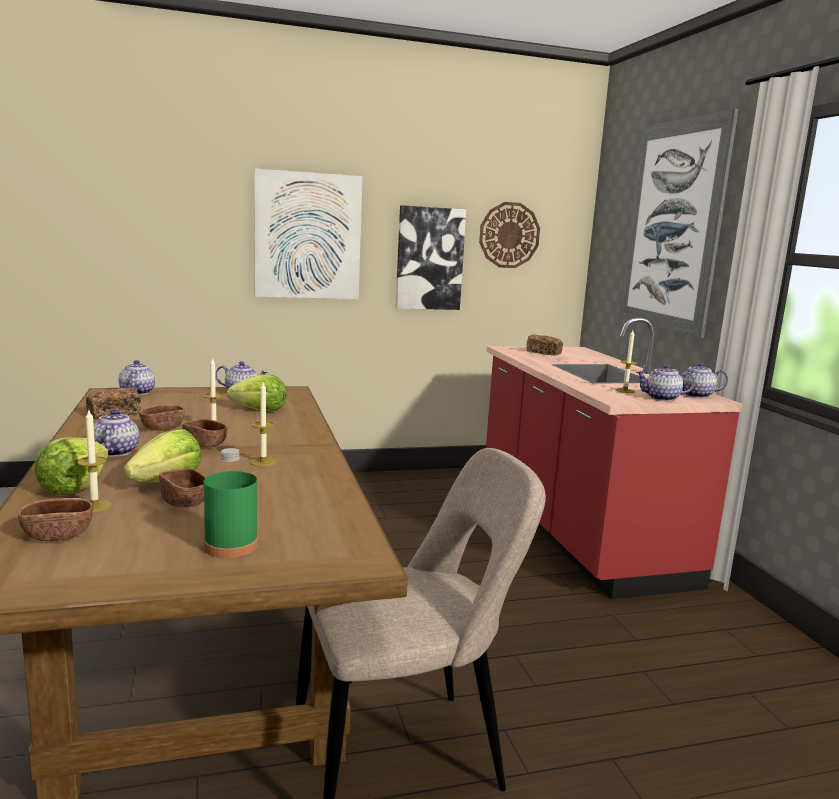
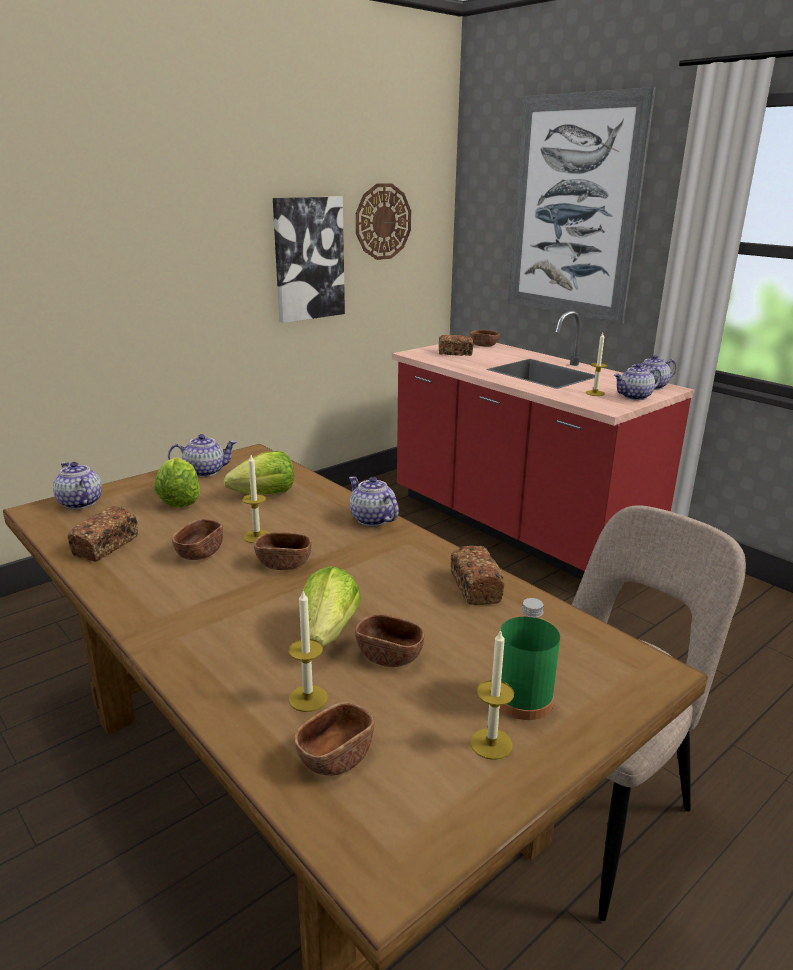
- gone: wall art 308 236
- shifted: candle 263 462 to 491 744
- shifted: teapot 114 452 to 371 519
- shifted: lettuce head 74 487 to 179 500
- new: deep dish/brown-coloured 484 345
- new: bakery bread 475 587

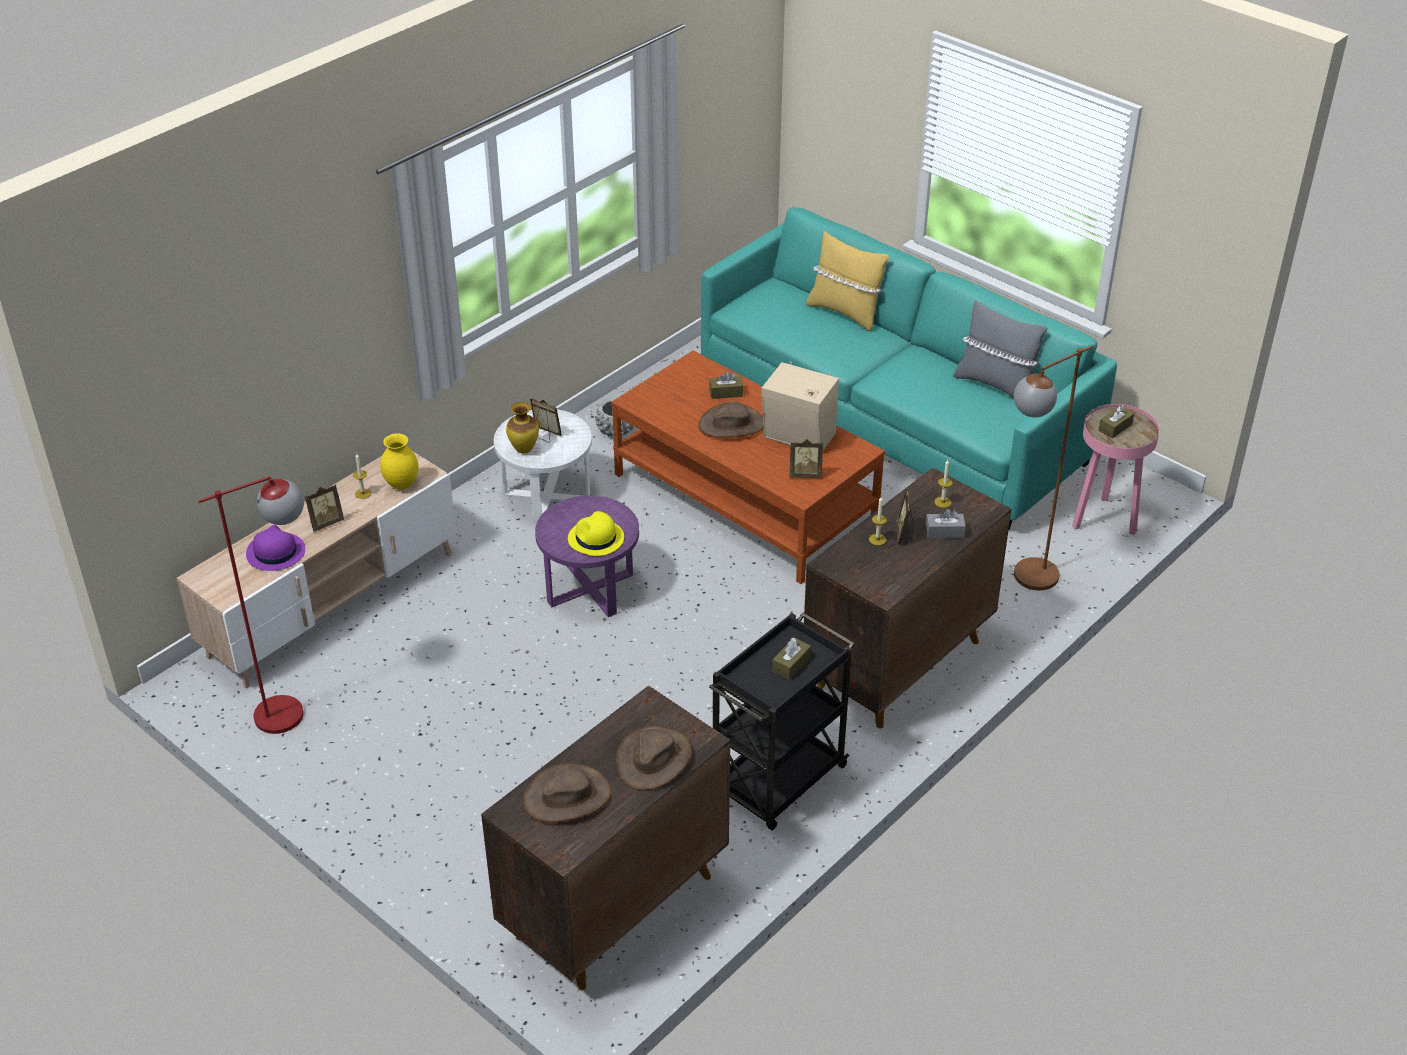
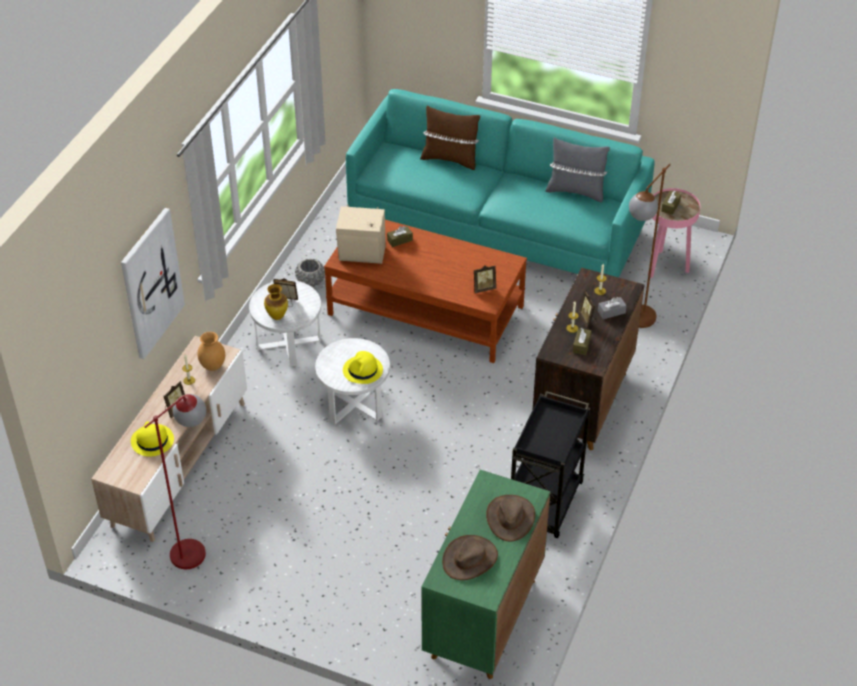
- repainted: cushion/yellow 845 312 to cushion/brown-coloured 450 159
- shifted: loudspeaker/beige 799 438 to 362 255
- gone: clothing hat/brown-coloured 731 425
- repainted: decorative vase/yellow 401 484 to decorative vase/brown-coloured 212 366
- repainted: accent table/purple 590 588 to accent table/whitish 354 403
- repainted: clothing hat/purple 275 552 to clothing hat/yellow 152 441
- shifted: tissue holder/brown-coloured 791 664 to 581 345
- repainted: cabinet/brown-coloured 613 907 to cabinet/green-coloured 483 619
- new: wall art 151 283

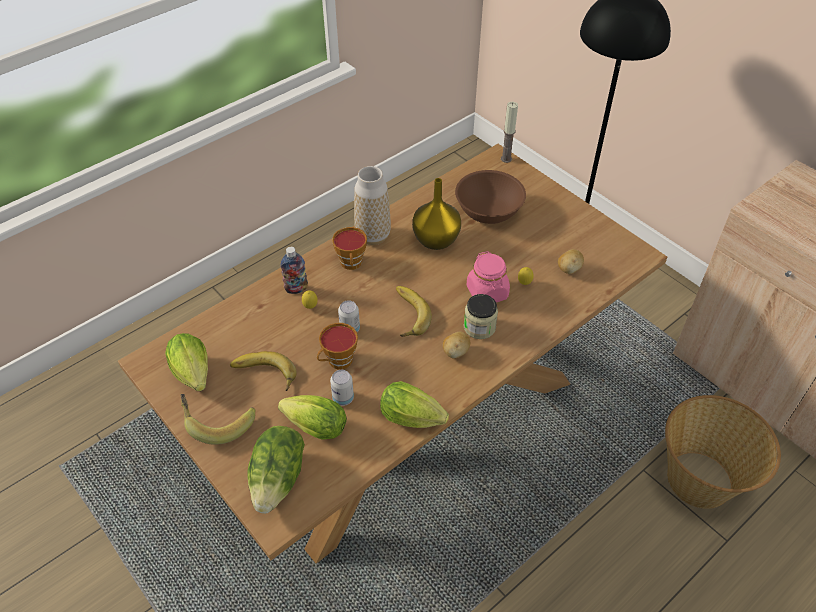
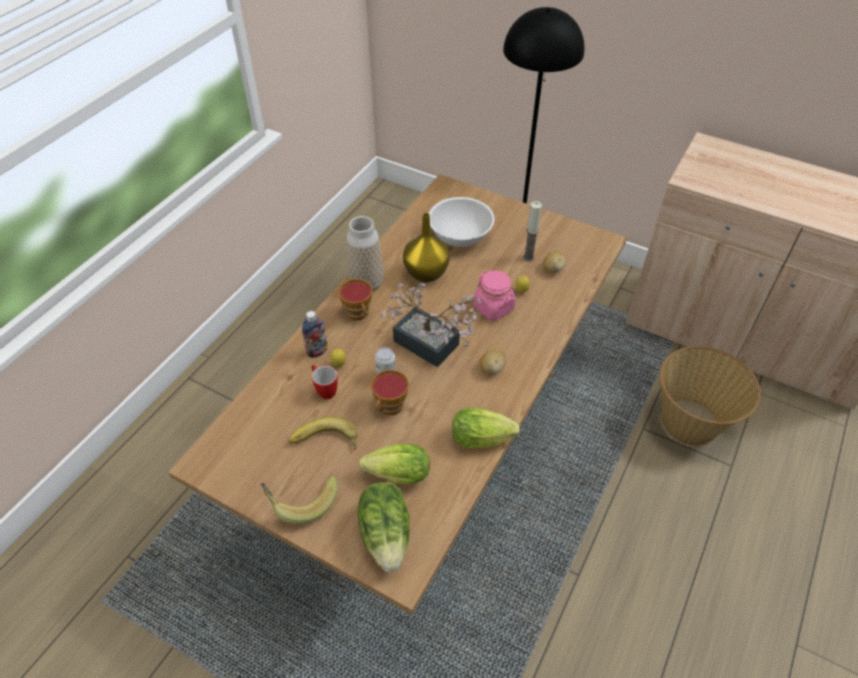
- shifted: candle 506 159 to 528 257
- repainted: deep dish/brown-coloured 489 211 to deep dish/whitish 460 236
- swapped: banana fruit 406 314 to houseplant 432 347
- gone: preserve jar 479 327
- gone: lettuce head 194 376
- gone: can 343 398
- new: coffee mug 324 390

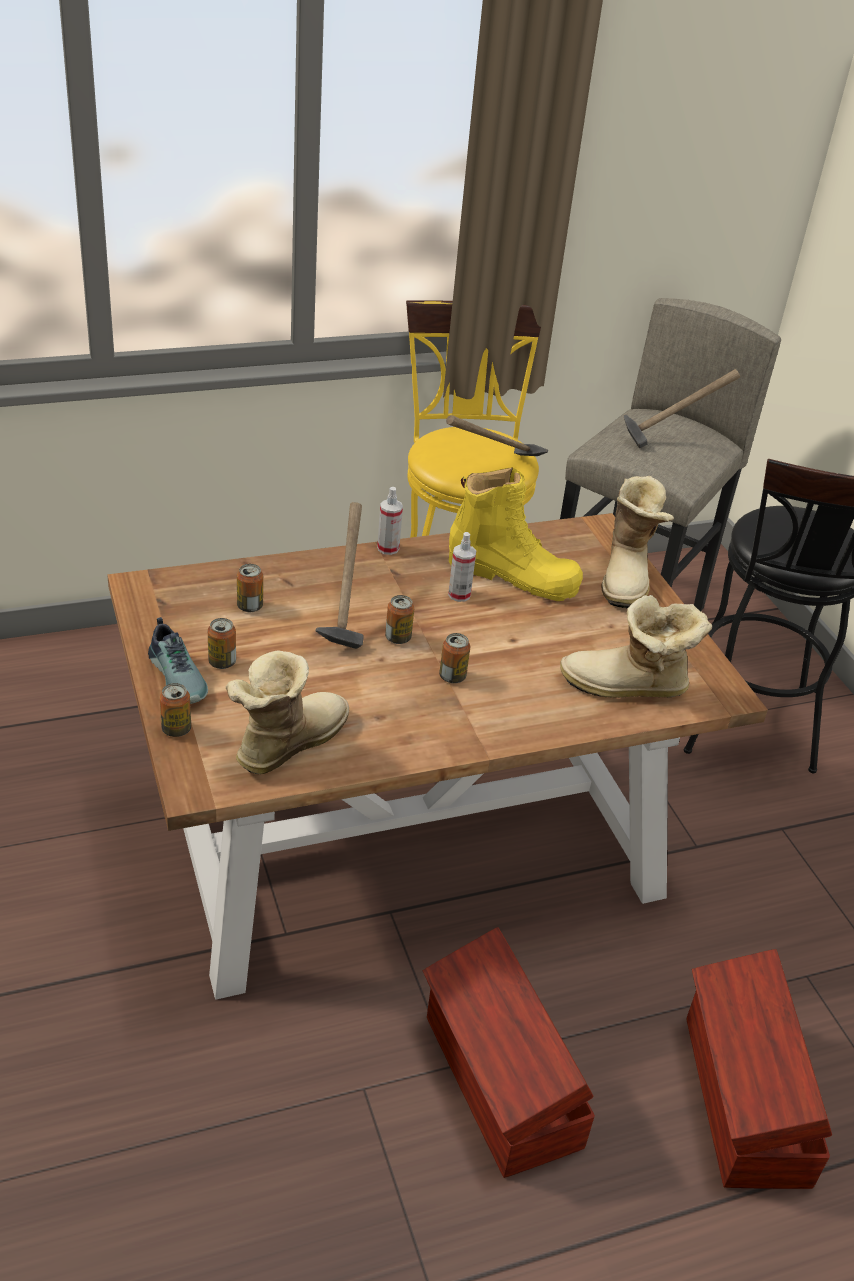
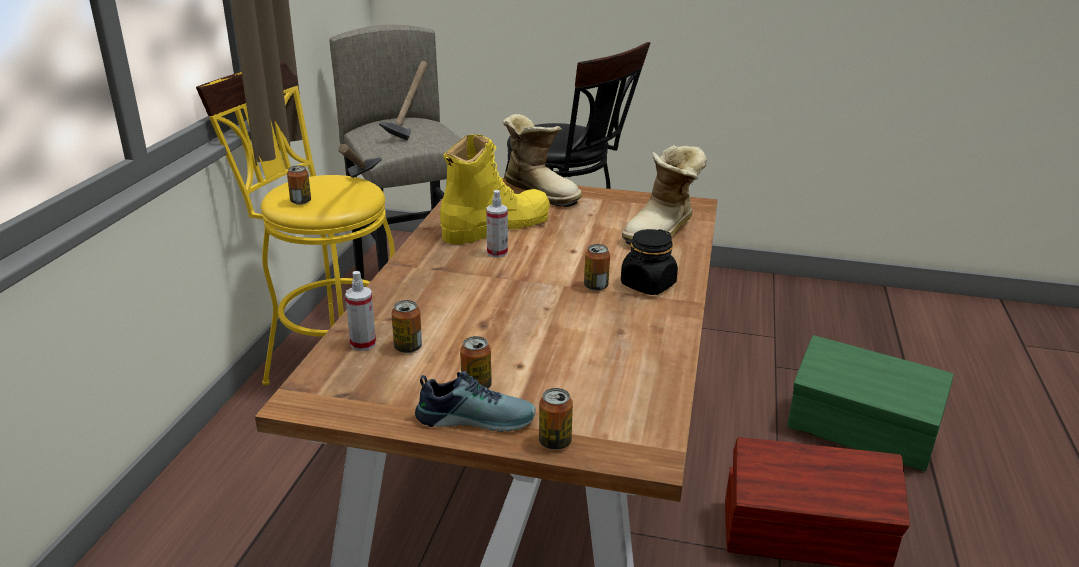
- shifted: sprayer 388 548 to 363 344
- gone: hand hammer 343 615
- shifted: can 398 638 to 301 201
- gone: tall boot 285 742
- repainted: storage container/brown-coloured 743 1101 to storage container/green-coloured 861 434
- new: preserve jar/black-coloured 648 285

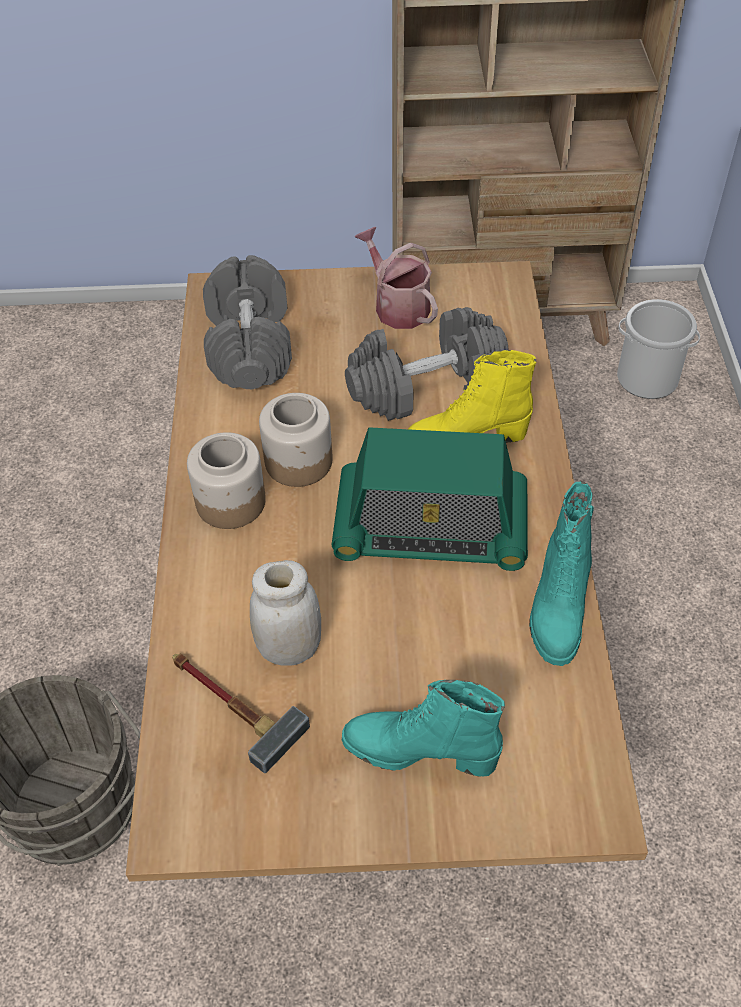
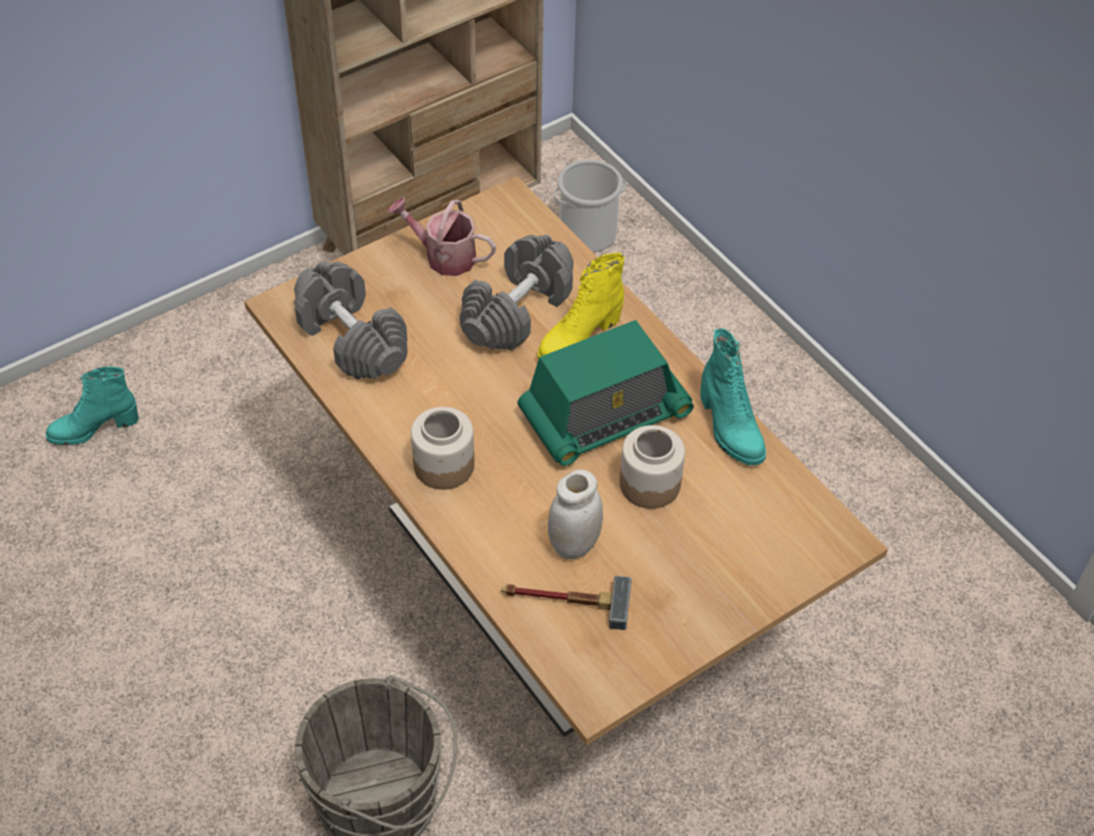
- shifted: preserve jar 299 461 to 650 483
- shifted: tall boot/turquoise-coloured 420 751 to 94 428

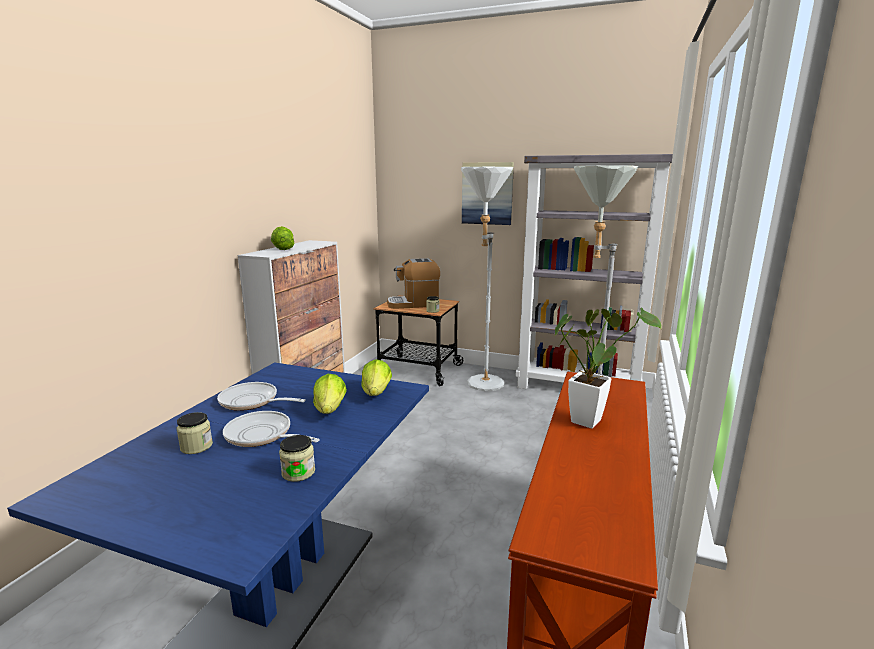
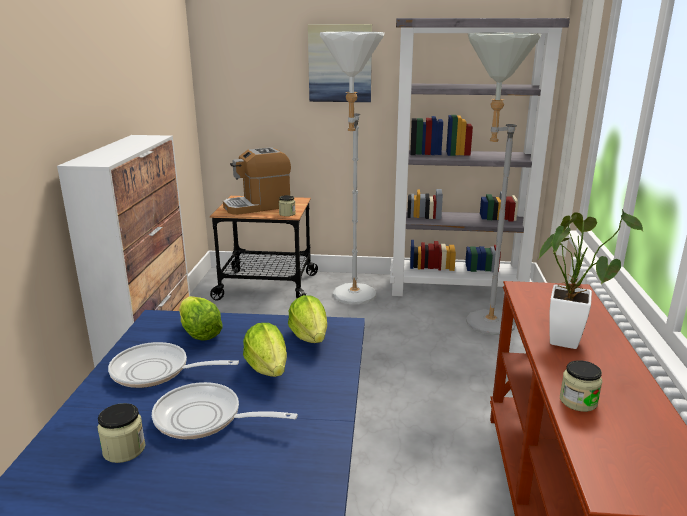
- shifted: lettuce head 283 249 to 199 333
- shifted: preserve jar 298 472 to 578 401

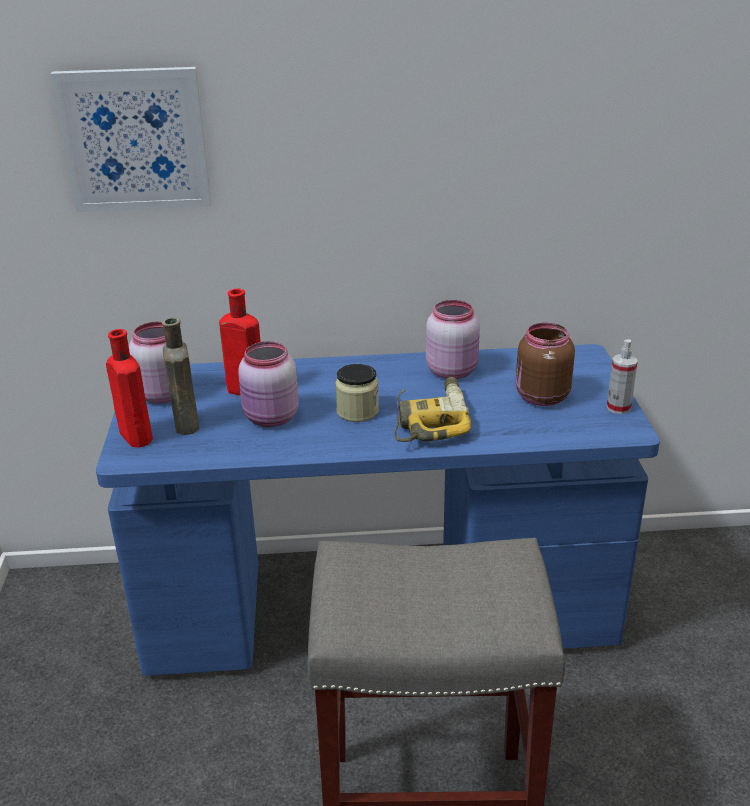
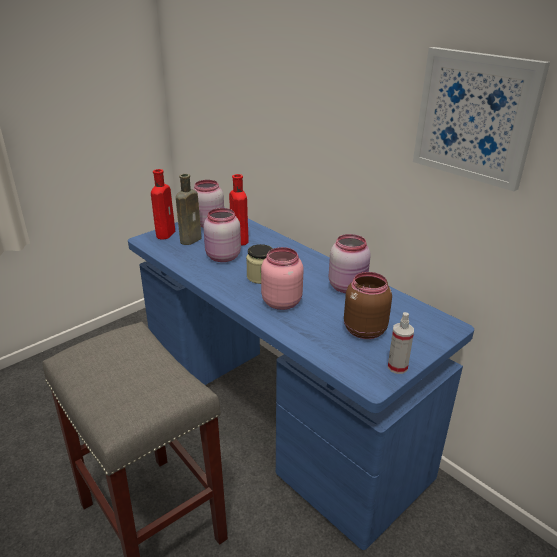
- shifted: wall art 135 140 to 475 117
- swapped: electric drill 429 420 to preserve jar/pinkish 281 301

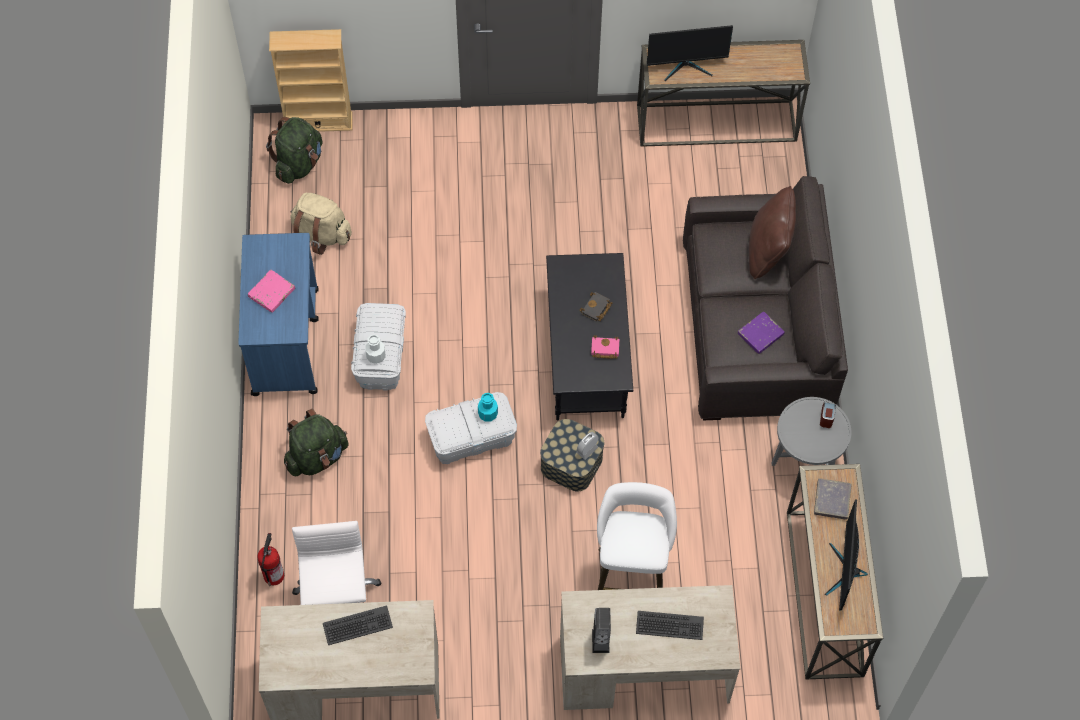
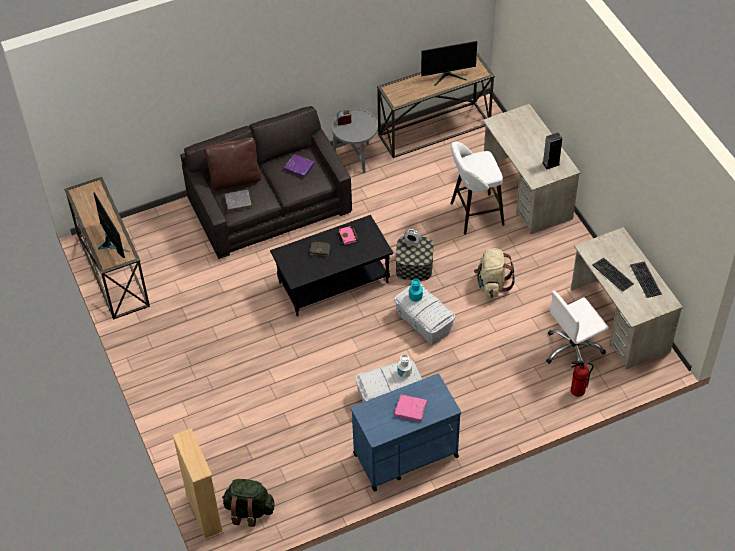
- shifted: knapsack/beige 321 235 to 492 284
- gone: knapsack/green-coloured 317 457
- shifted: book/gray 832 500 to 238 202
- shifted: PC keyboard 669 626 to 646 279

